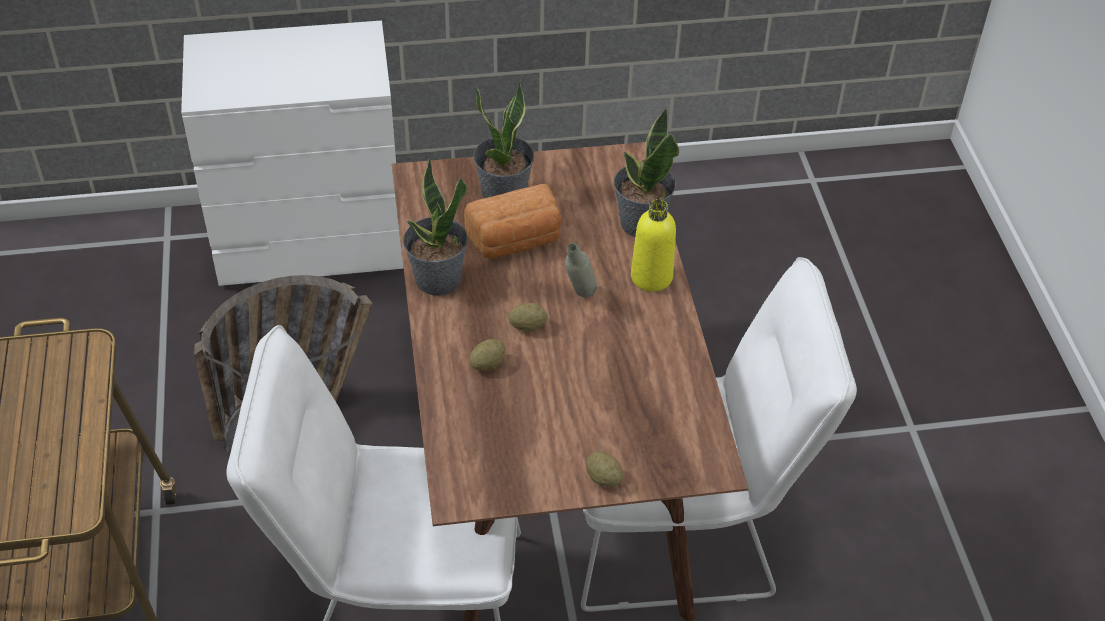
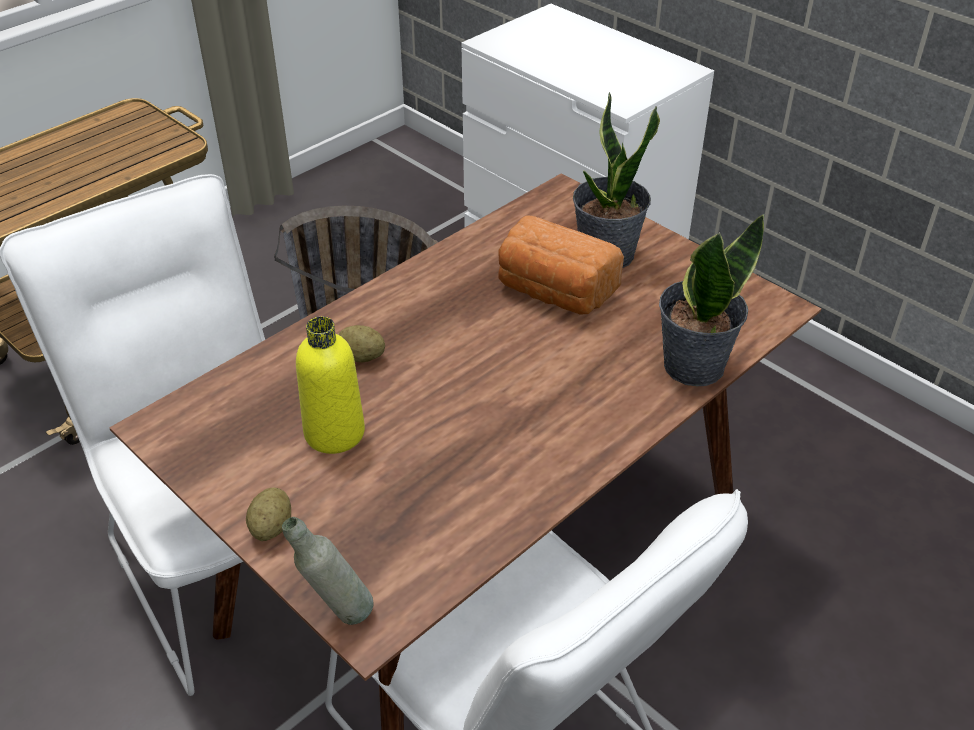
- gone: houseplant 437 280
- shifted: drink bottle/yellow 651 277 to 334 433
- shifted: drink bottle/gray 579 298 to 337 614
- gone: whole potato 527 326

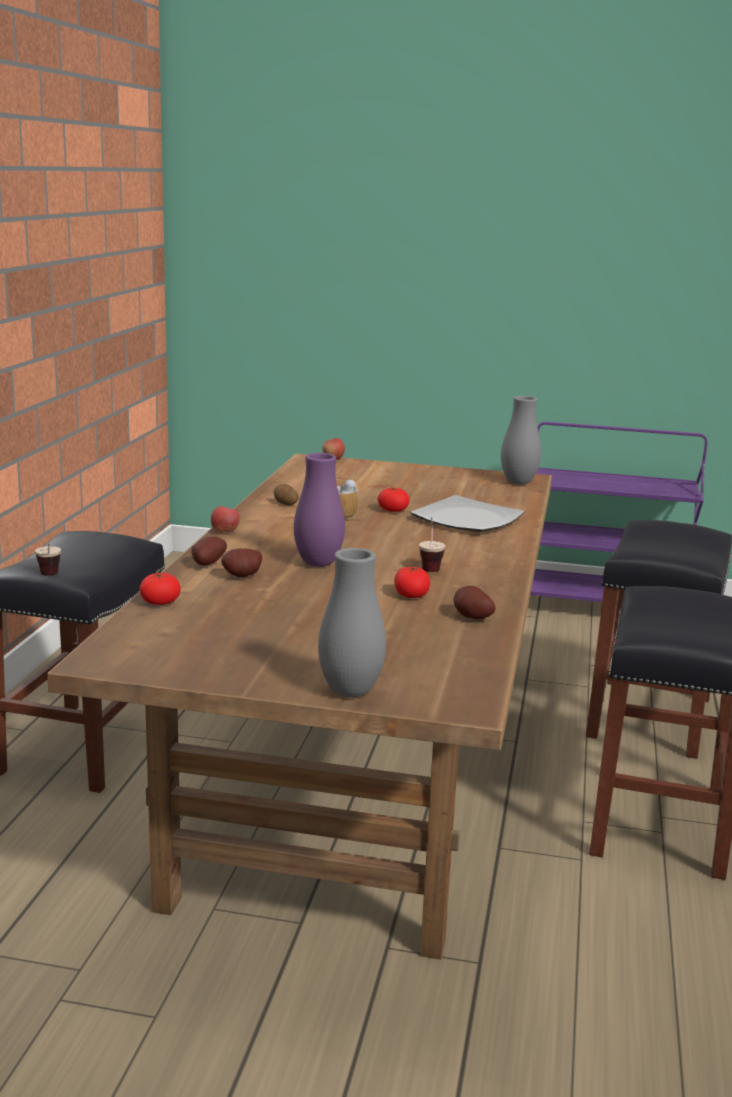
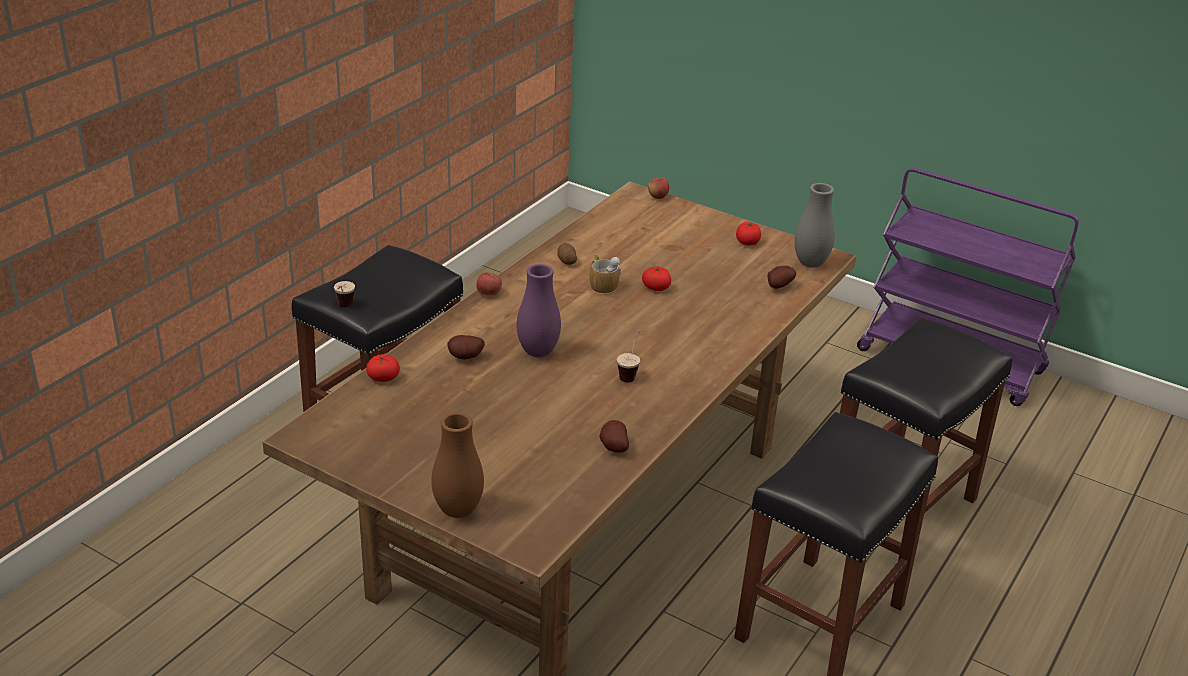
- gone: plate 468 519
- shifted: whole potato 207 564 to 778 286
- repainted: decorative vase/gray 350 691 to decorative vase/brown-coloured 458 510
- shifted: whole tomato 411 595 to 747 242

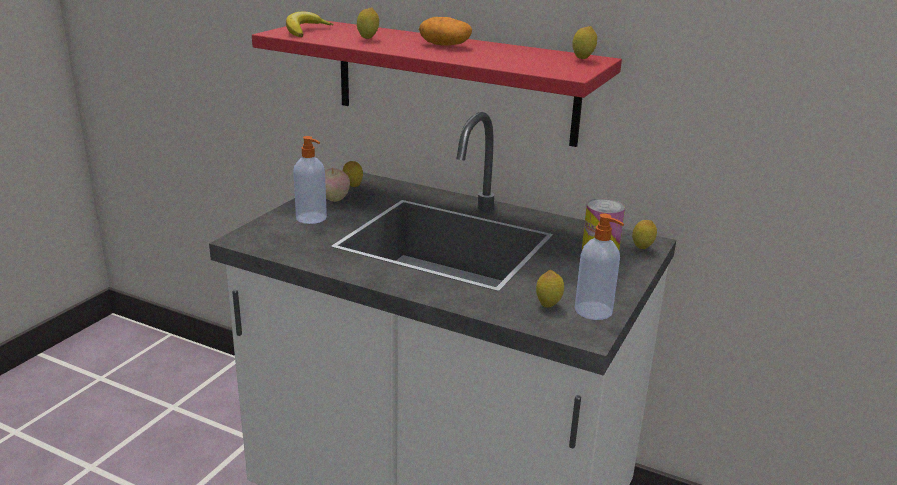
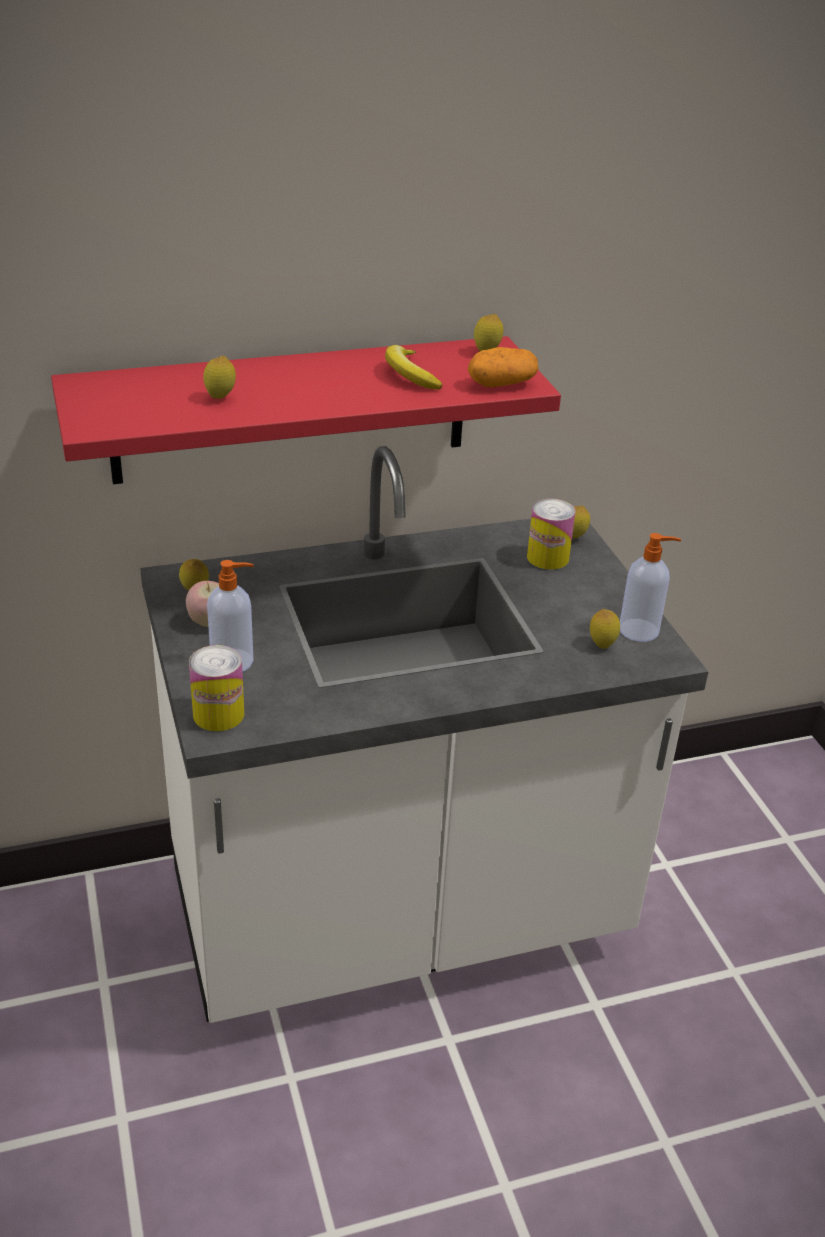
- shifted: banana fruit 305 31 to 409 375
- shifted: whole potato 444 45 to 501 384
- new: can 218 714

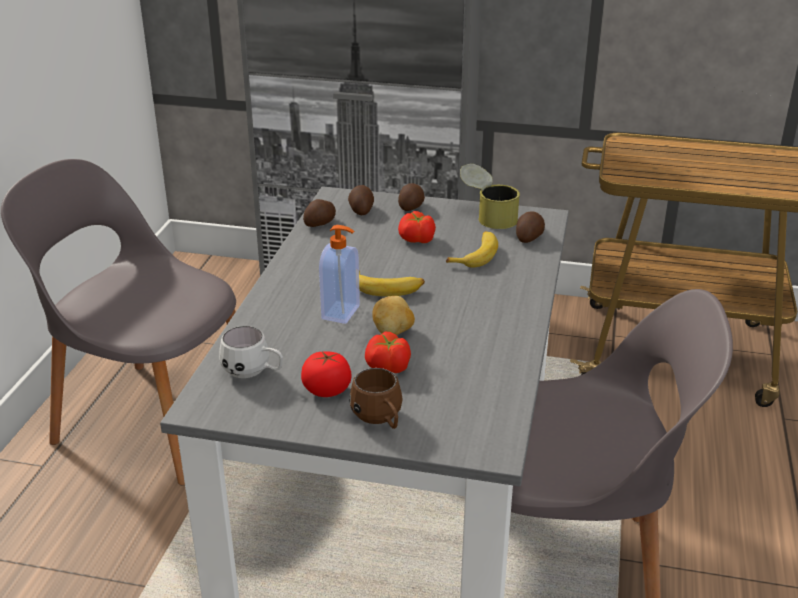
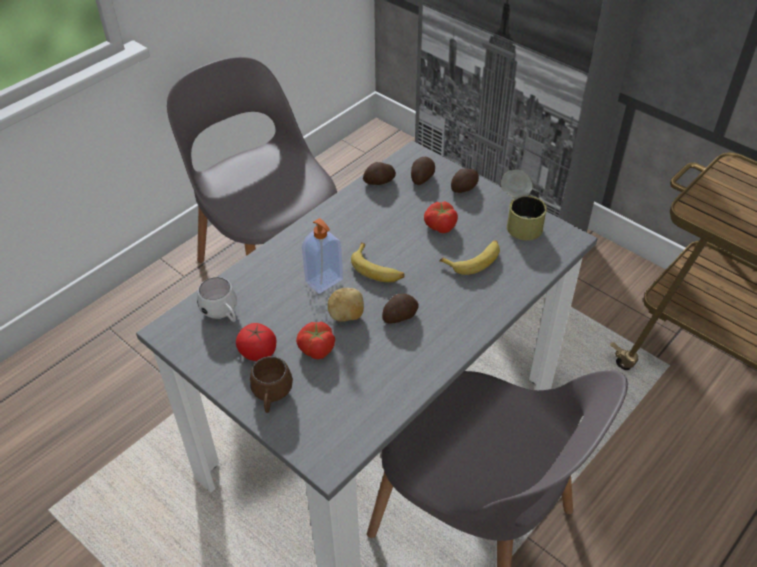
- shifted: whole potato 528 237 to 399 315

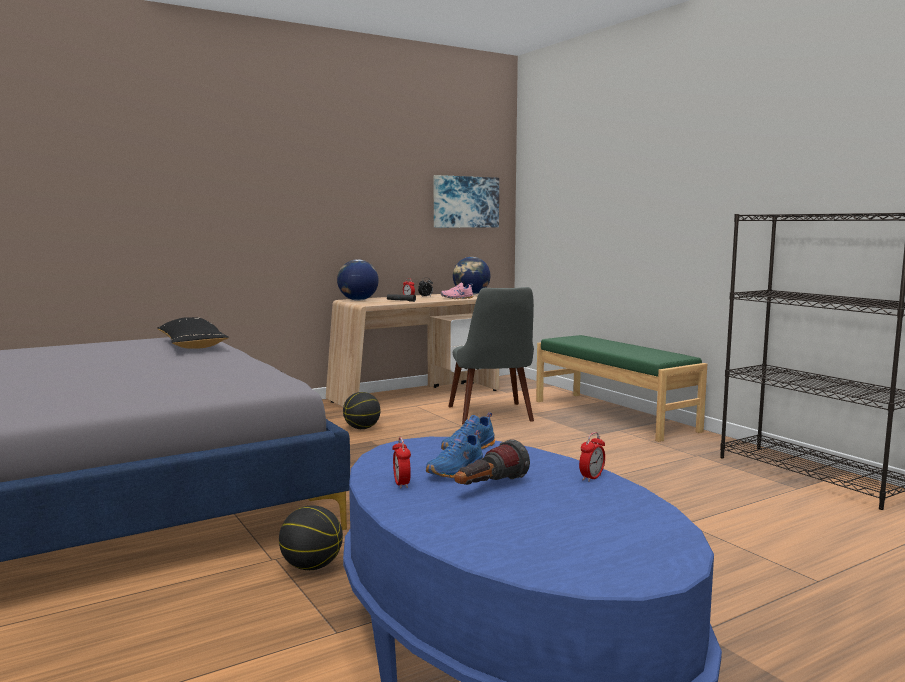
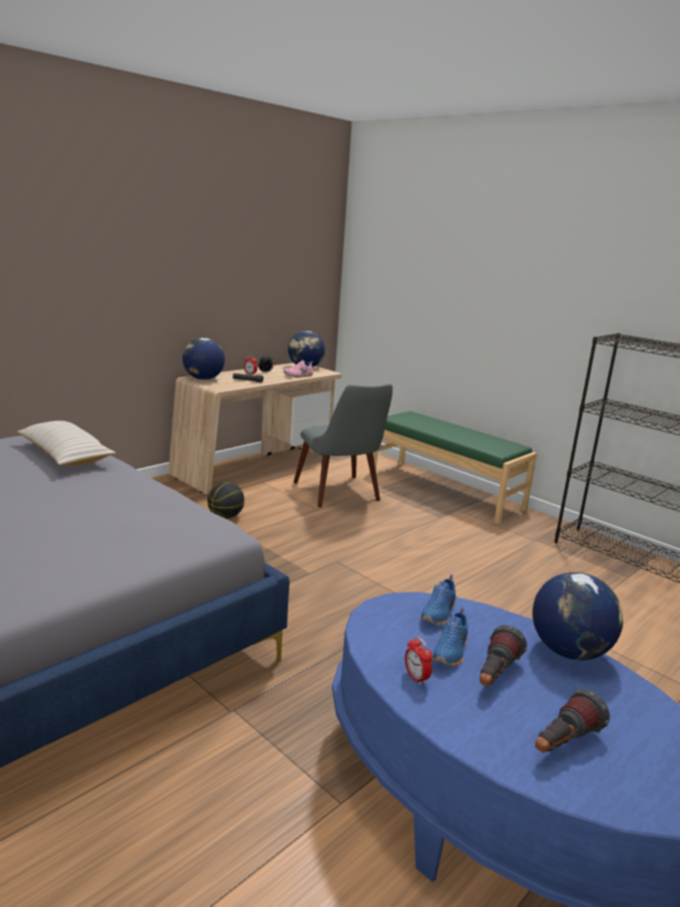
- gone: wall art 465 202
- repainted: cushion/black-coloured 192 345 to cushion/beige 65 455
- swapped: alarm clock 591 478 to desk globe 569 651
- gone: ball for basketball 312 566
- new: flashlight 563 743

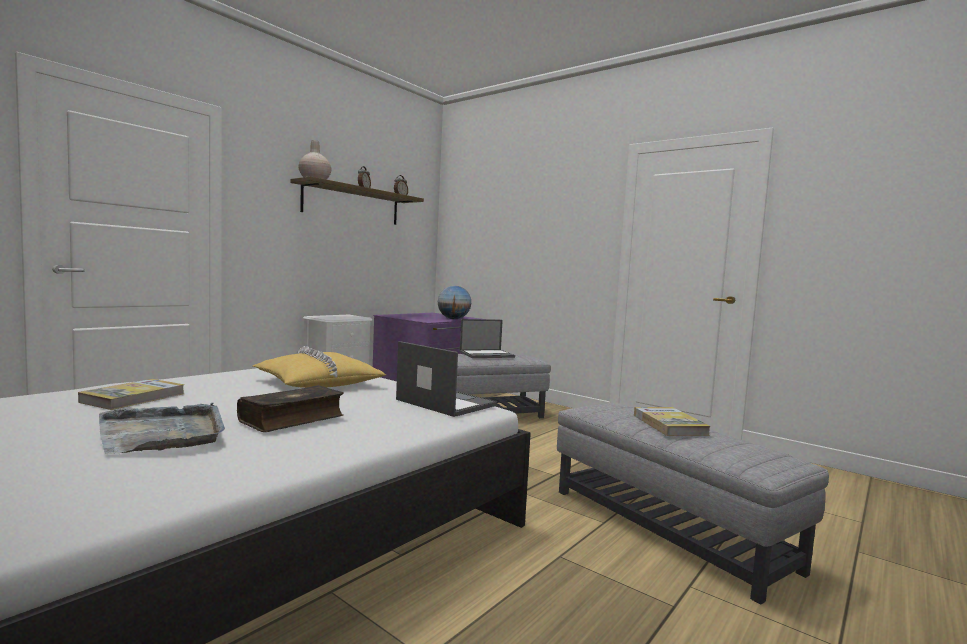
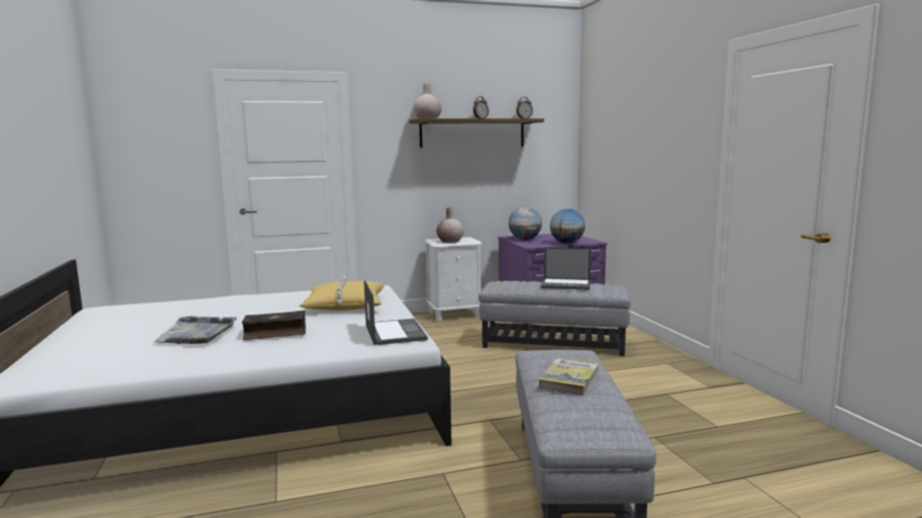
- gone: book 133 398
- new: desk globe 525 239
- new: decorative vase/beige 450 241

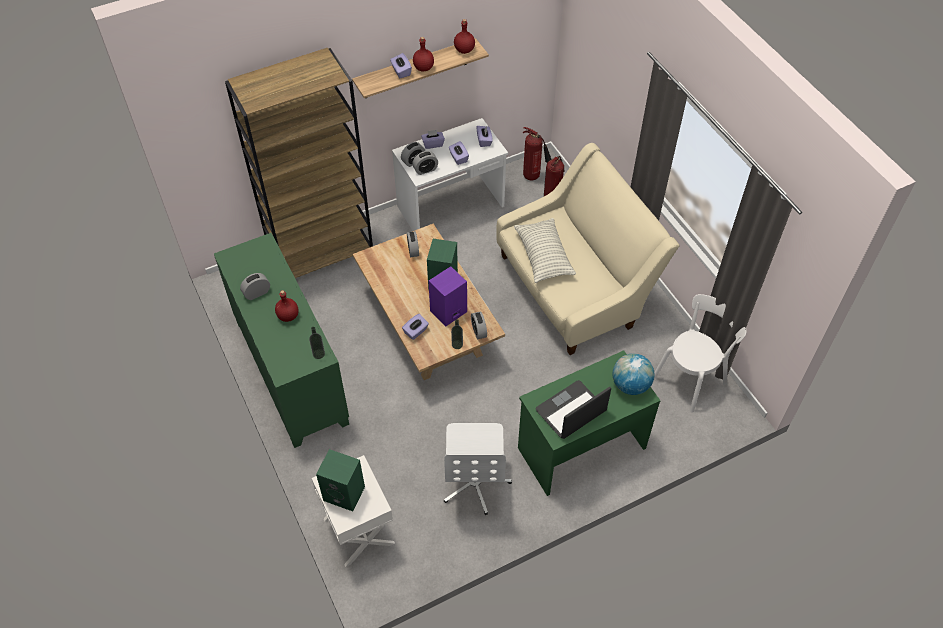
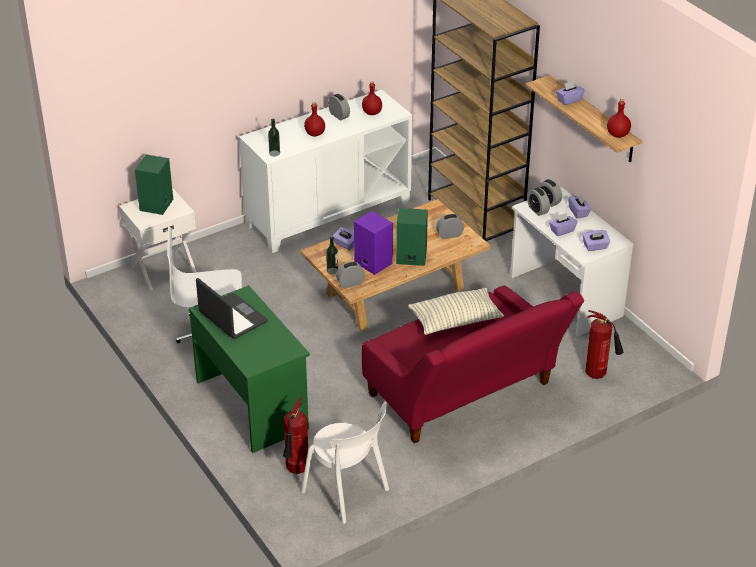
- shifted: drink bottle/reddish 423 68 to 371 113
- shifted: fire extinguisher 533 177 to 296 471
- repainted: sofa/beige 574 287 to sofa/reddish 465 395
- repainted: cabinet/green-coloured 290 371 to cabinet/whitish 328 213
- gone: desk globe 630 385

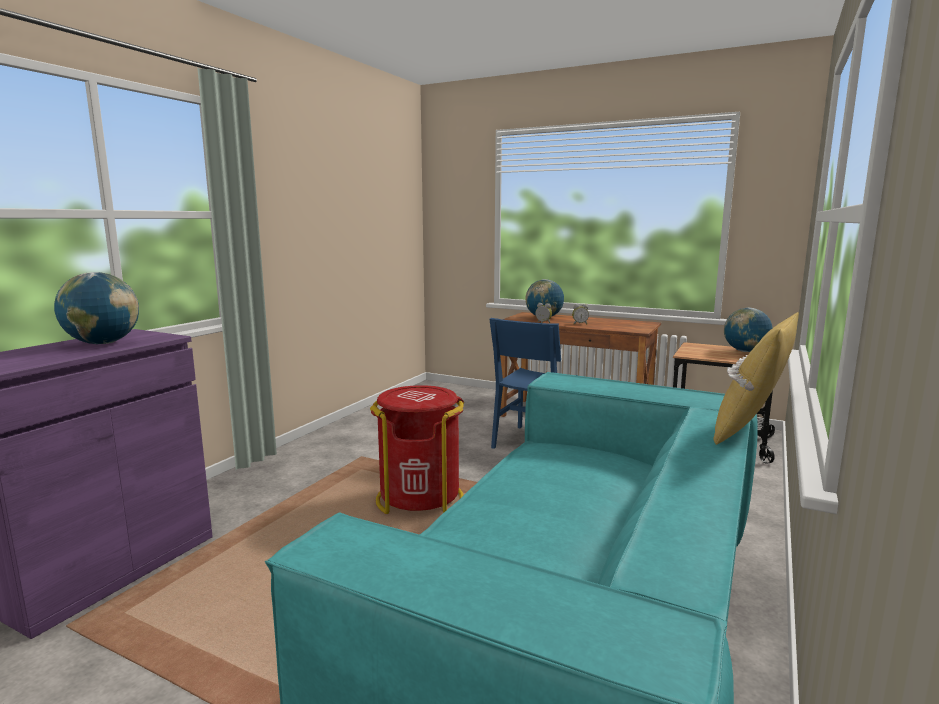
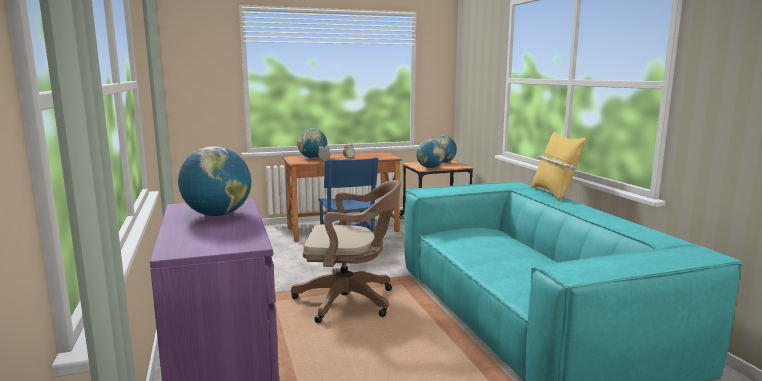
- swapped: trash can/reddish 420 498 to office chair/brown-coloured 350 301
- new: desk globe 430 168

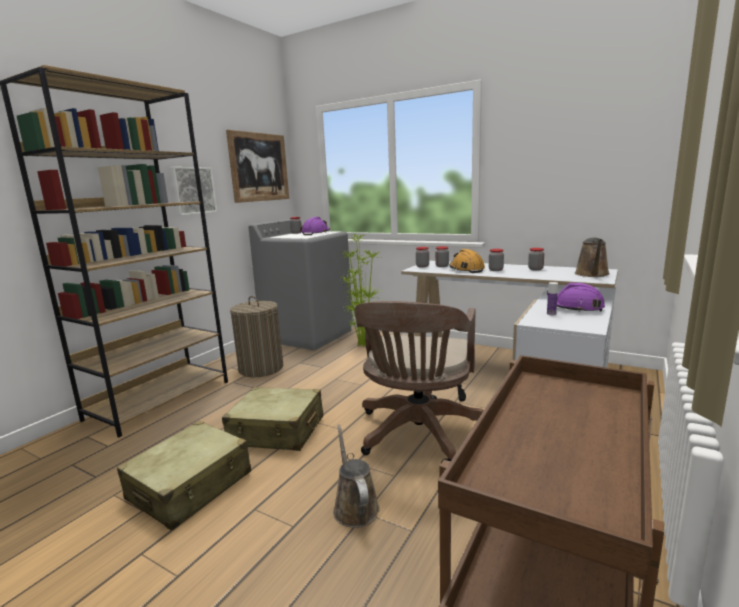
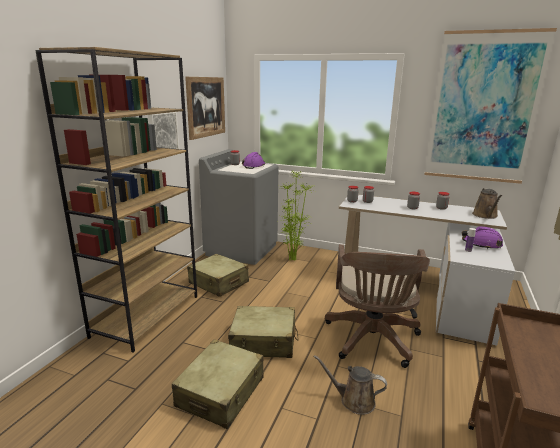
- gone: work helmet/orange 466 269
- swapped: hamper 261 368 to travel case/beige 218 283
- rotated: watering pot/brown-coloured 354 507 = 354 400 45 degrees counterclockwise
- new: wall art 483 108

